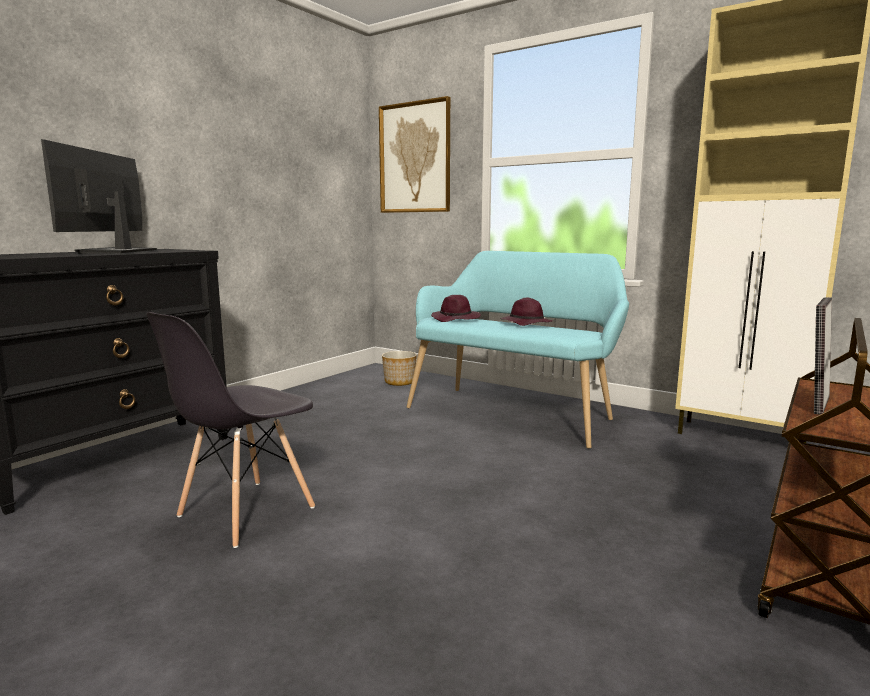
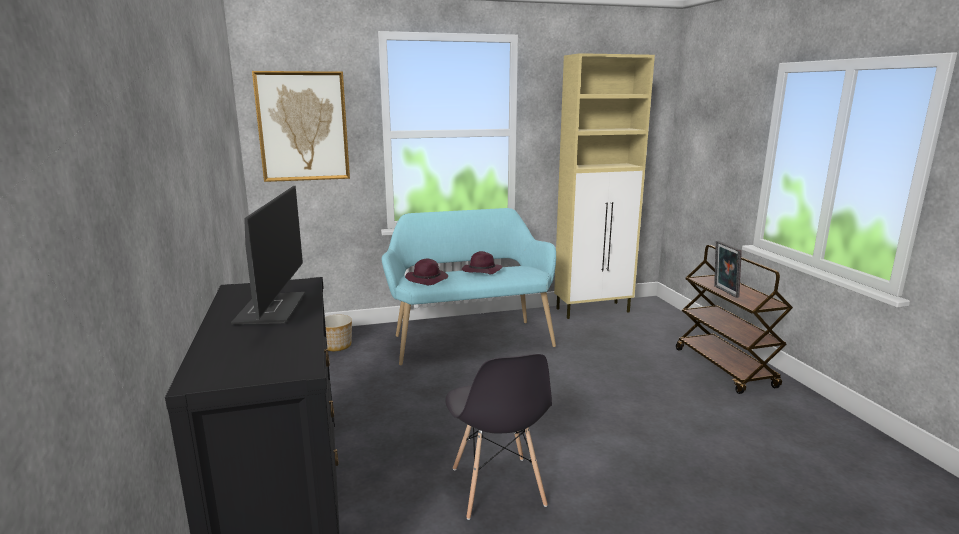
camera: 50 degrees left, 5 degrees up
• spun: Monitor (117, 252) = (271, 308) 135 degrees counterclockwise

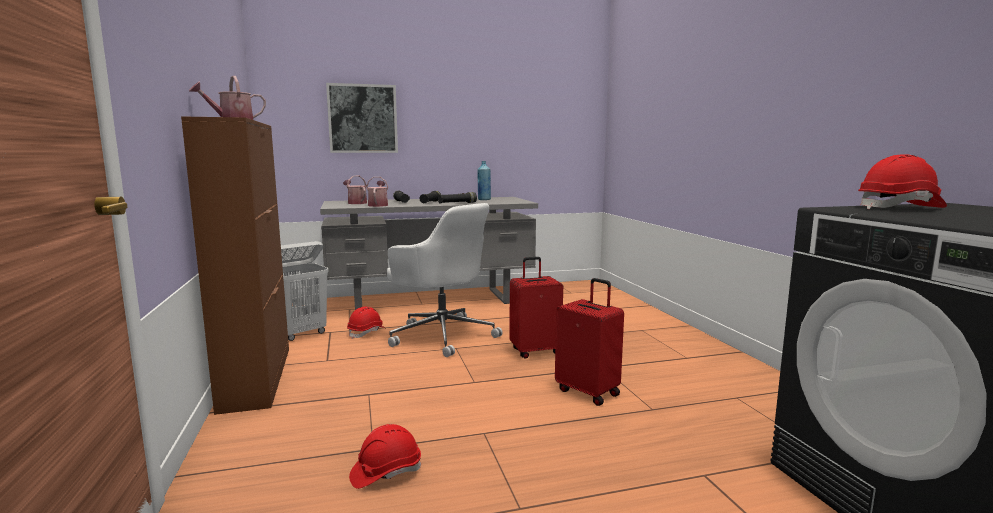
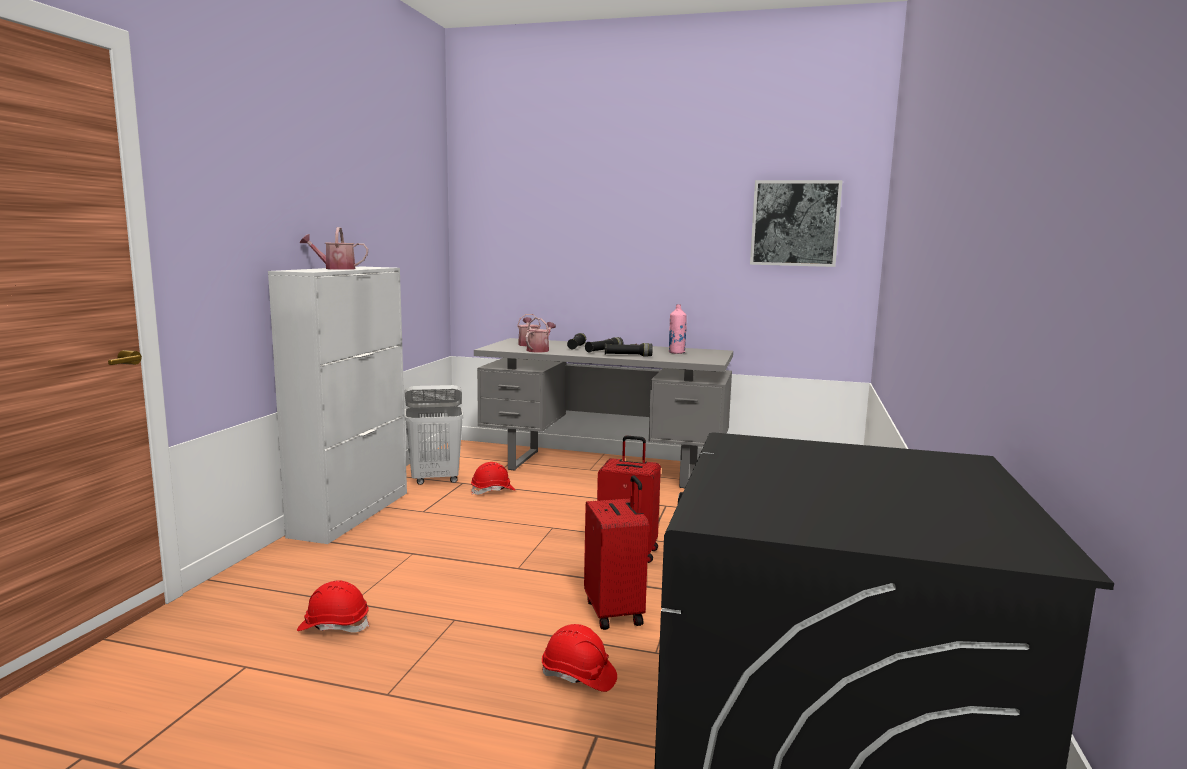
camera: 30 degrees right, 0 degrees up
• colour: Schrank/braun (257, 377) to Schrank/weiß (352, 513)
• relocated: Bild (362, 118) to (795, 223)
• missing: Bürostuhl/weiß (442, 335)
• colour: Flasche/blau (484, 200) to Flasche/rosa (676, 353)
• relocated: Schutzhelm/rot (899, 208) to (578, 676)

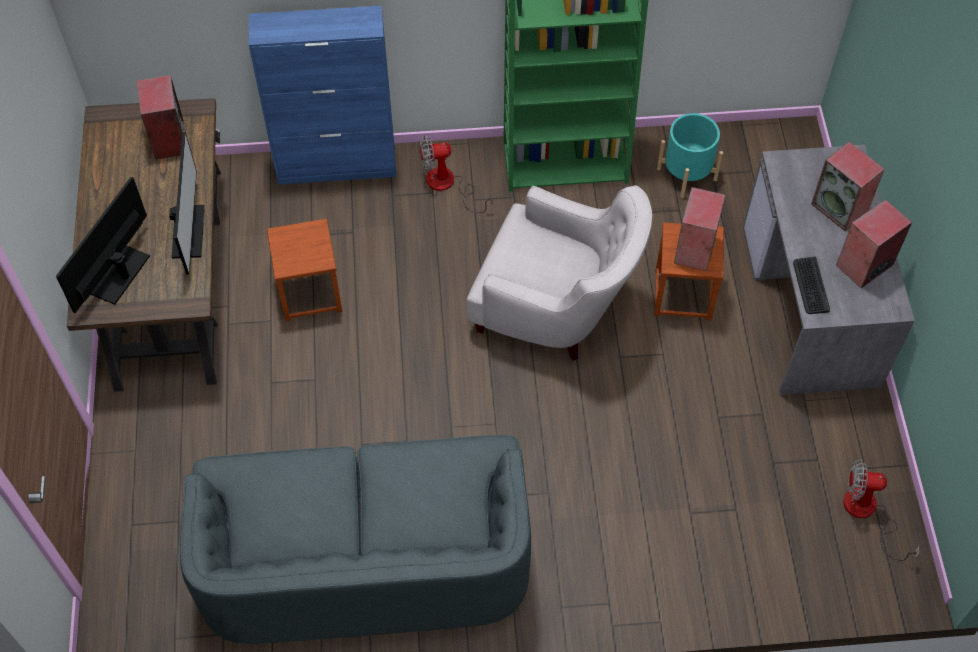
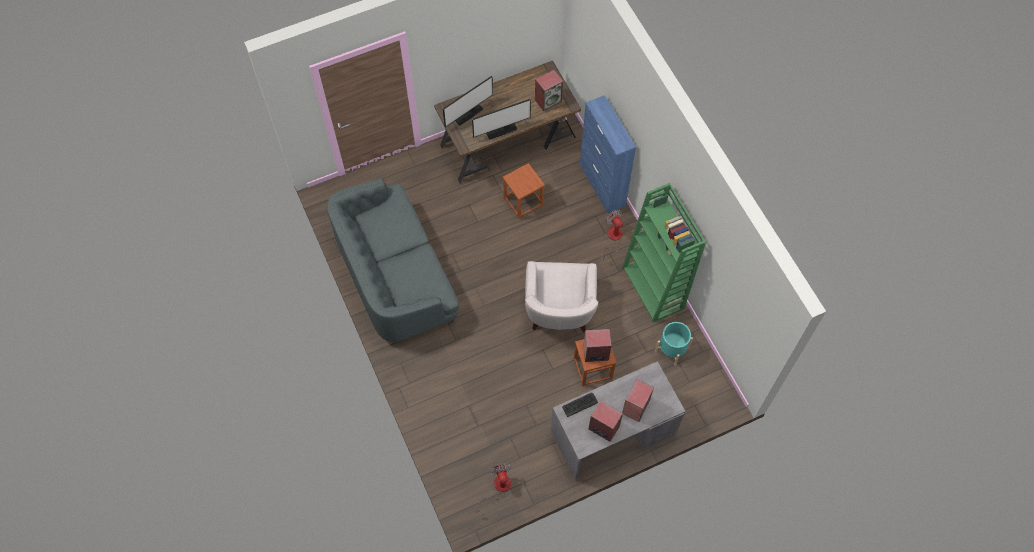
camera: 70 degrees right, 5 degrees up
• spun: Monitor (120, 275) = (467, 113) 135 degrees clockwise

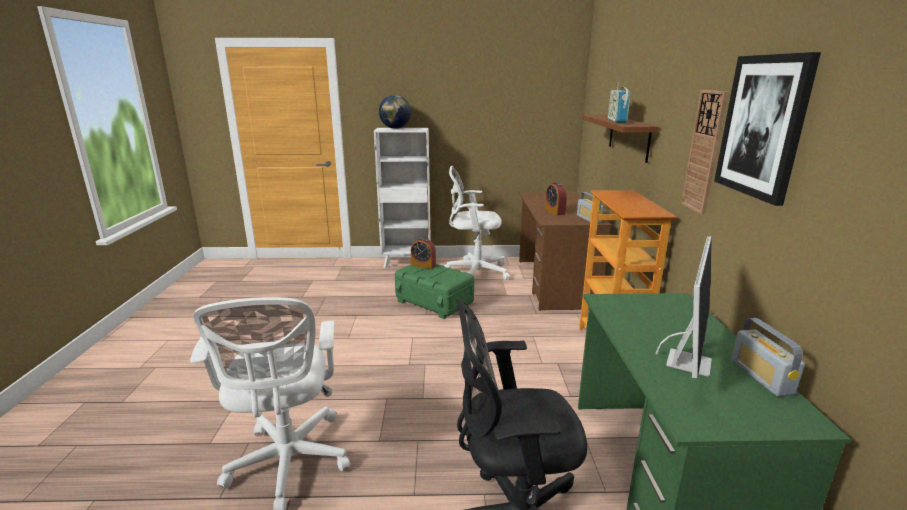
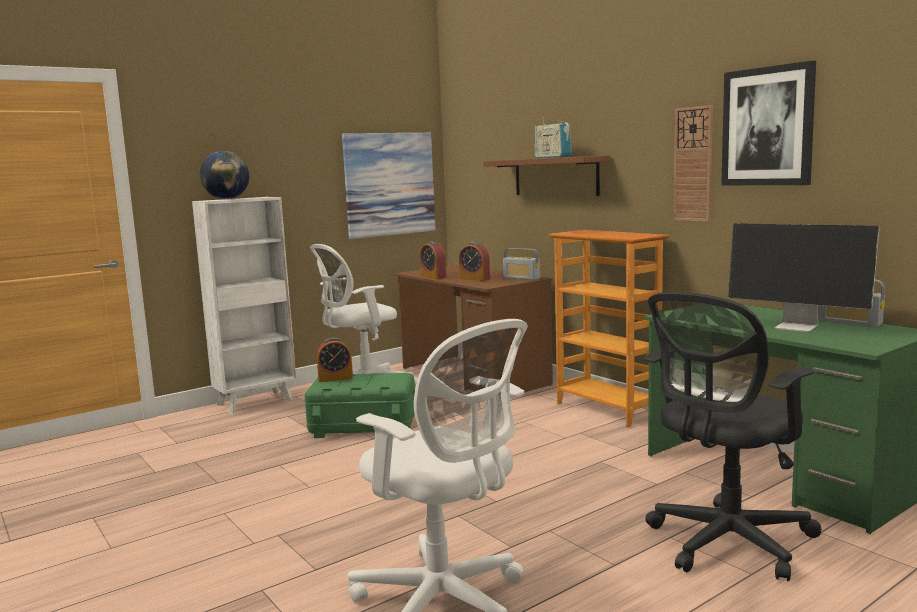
camera: 35 degrees left, 10 degrees down
• spun: Monitor (688, 361) = (798, 327) 135 degrees clockwise
• appeared: Bild (389, 184)
• appeared: Wecker (433, 277)

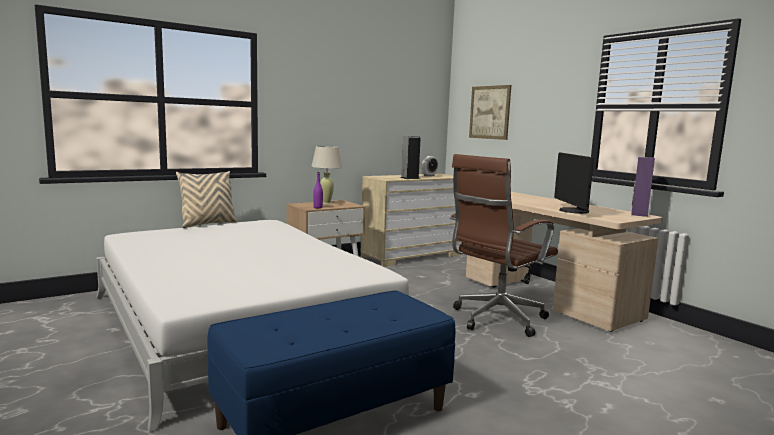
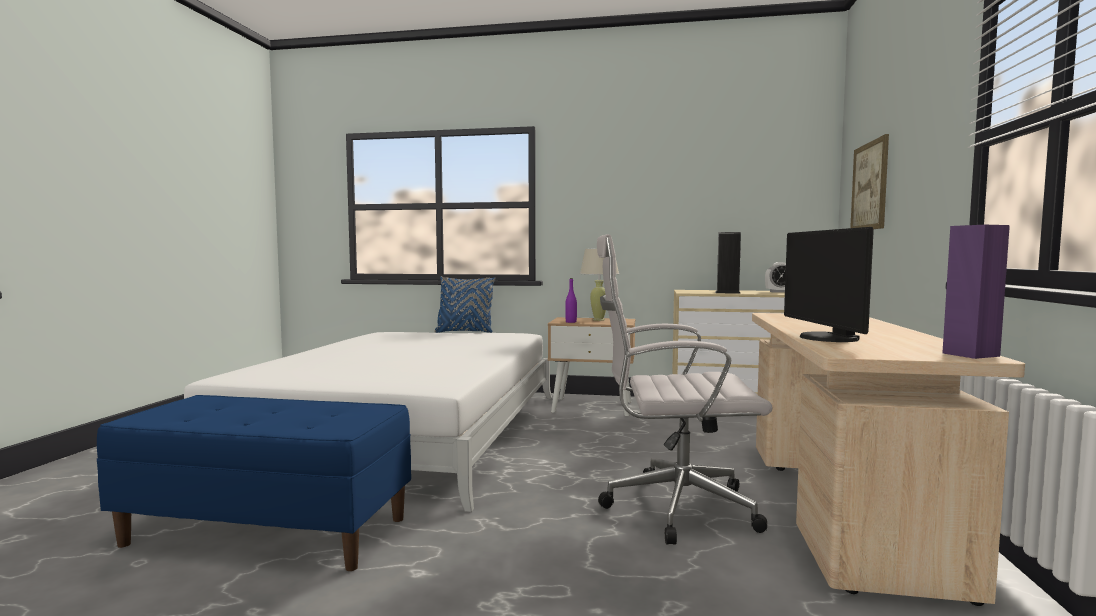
camera: 45 degrees right, 5 degrees down
• colour: Kissen/beige (208, 224) to Kissen/blau (465, 332)
• colour: Bürostuhl/braun (496, 320) to Bürostuhl/weiß (672, 508)
• spun: Monitor (572, 211) = (825, 338) 45 degrees counterclockwise

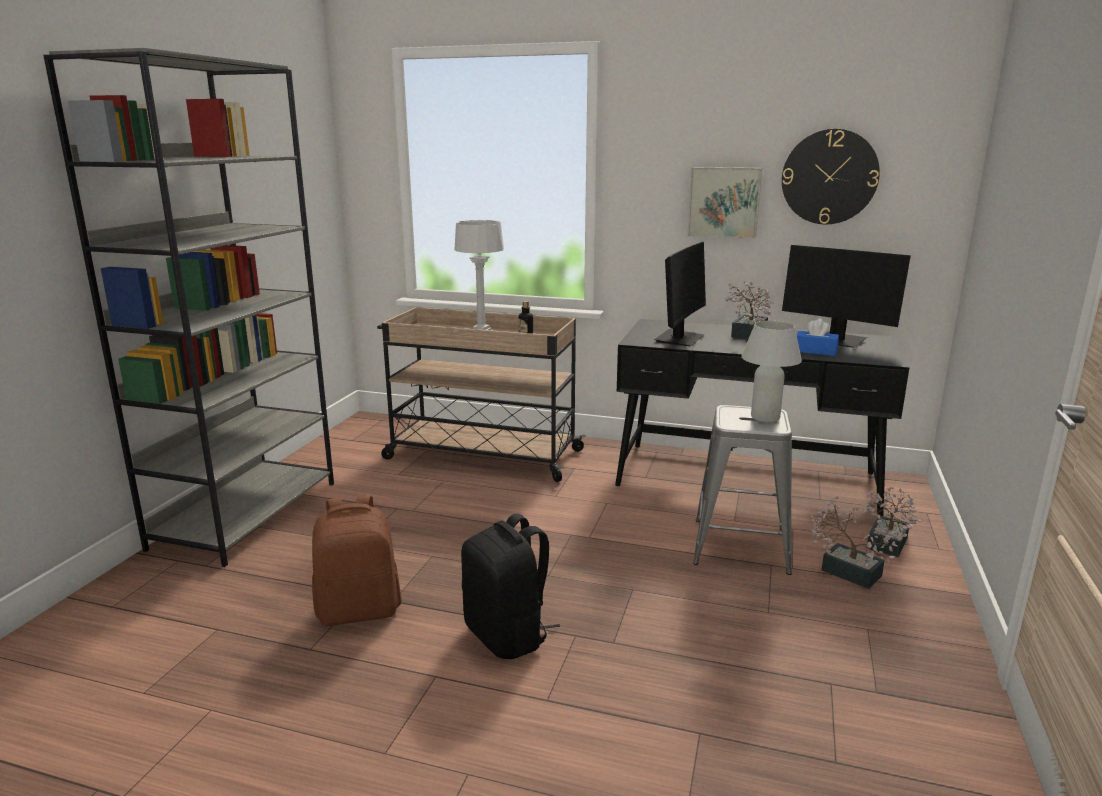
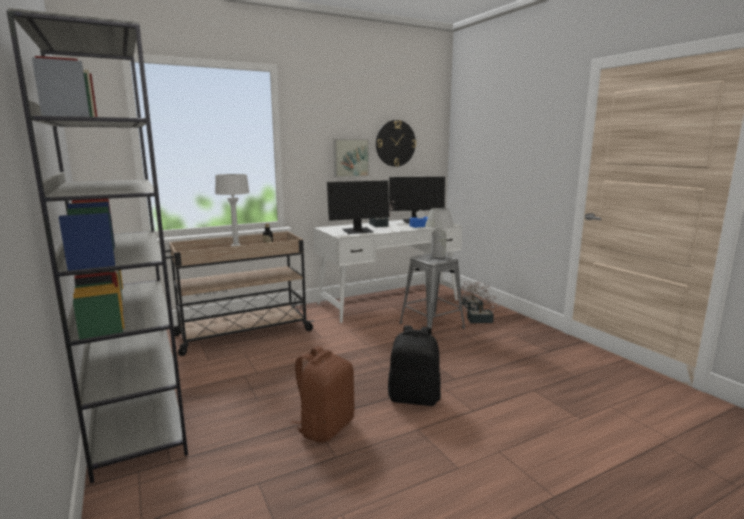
camera: 45 degrees left, 5 degrees down
• colour: Schreibtisch/schwarz (746, 479) to Schreibtisch/weiß (388, 301)
• spun: Monitor (679, 339) = (357, 231) 90 degrees clockwise

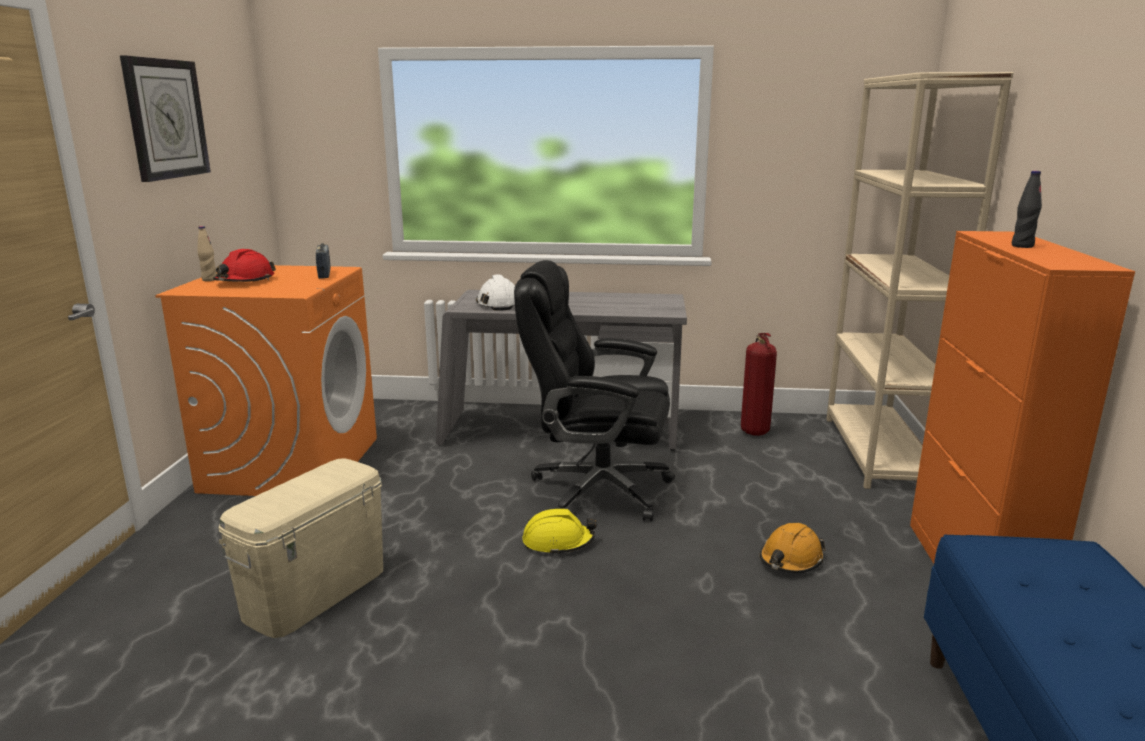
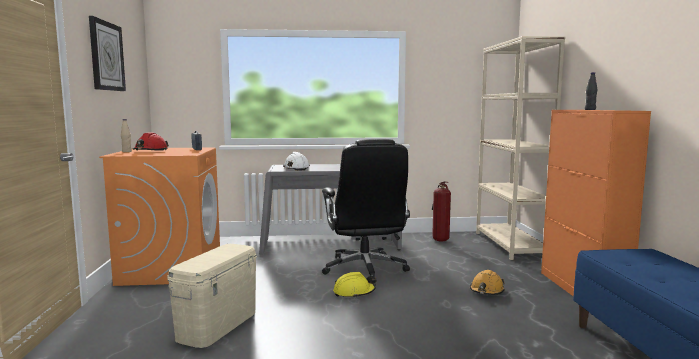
camera: 10 degrees left, 10 degrees down
• spun: Bürostuhl/schwarz (597, 490) = (365, 269) 105 degrees counterclockwise

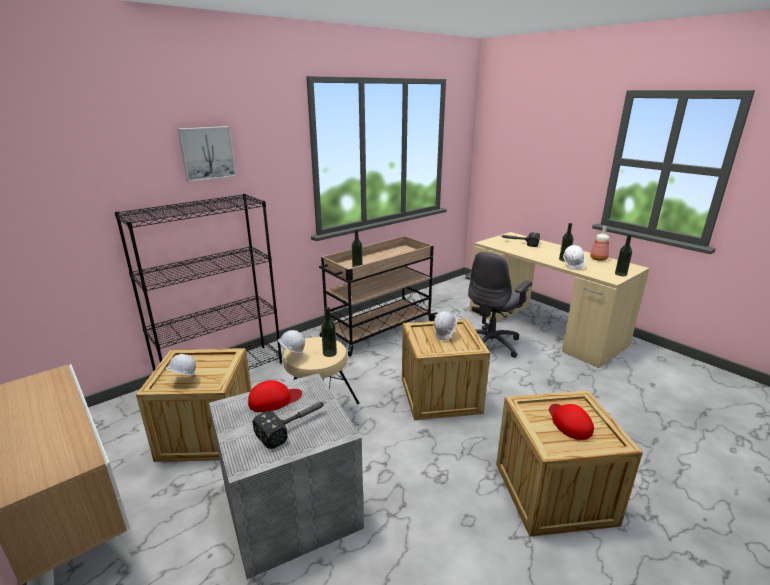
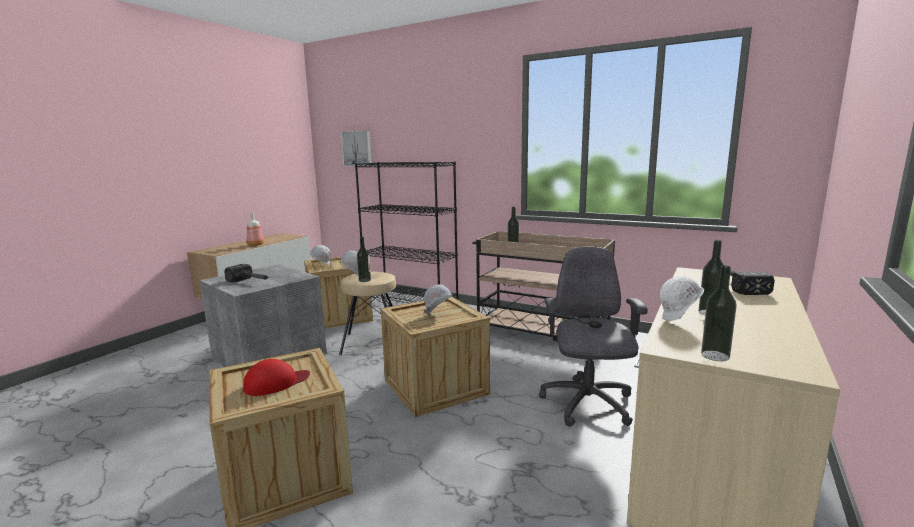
camera: 70 degrees right, 10 degrees down
• relocated: Bild (207, 153) to (357, 148)
• missing: Kappe/rot (274, 400)
• spun: Bürostuhl/grau (491, 344) = (587, 404) 75 degrees clockwise
• relocated: Flasche (599, 259) to (255, 245)

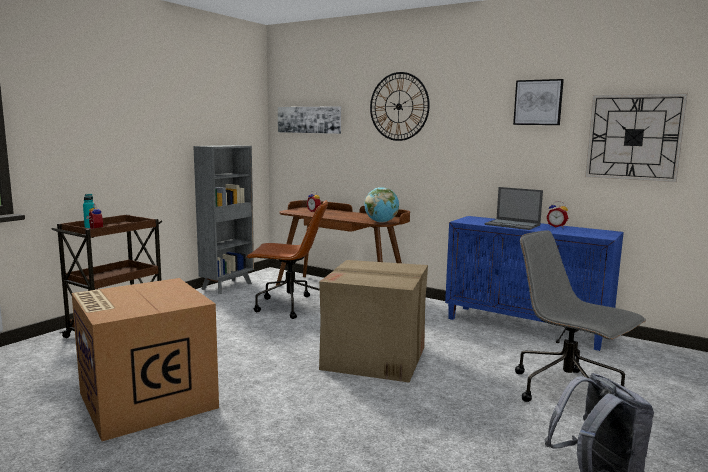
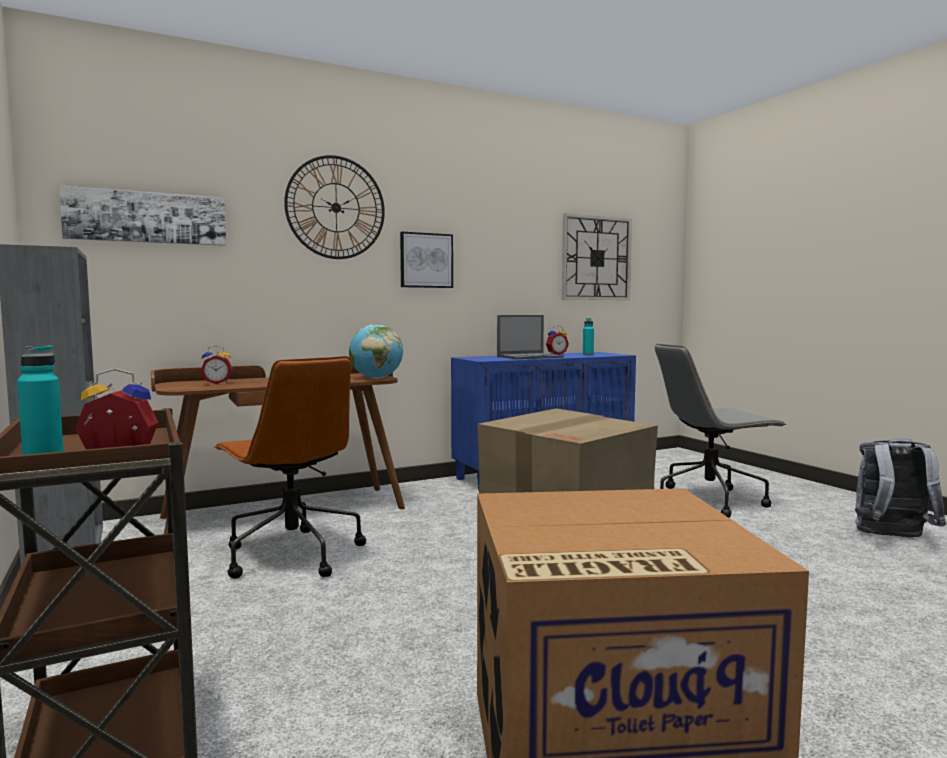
camera: 60 degrees left, 5 degrees down
• spun: Bürostuhl/braun (289, 306) = (291, 554) 105 degrees clockwise
• relocated: Bild (538, 102) to (426, 260)
• appeared: Flasche/türkis (588, 354)

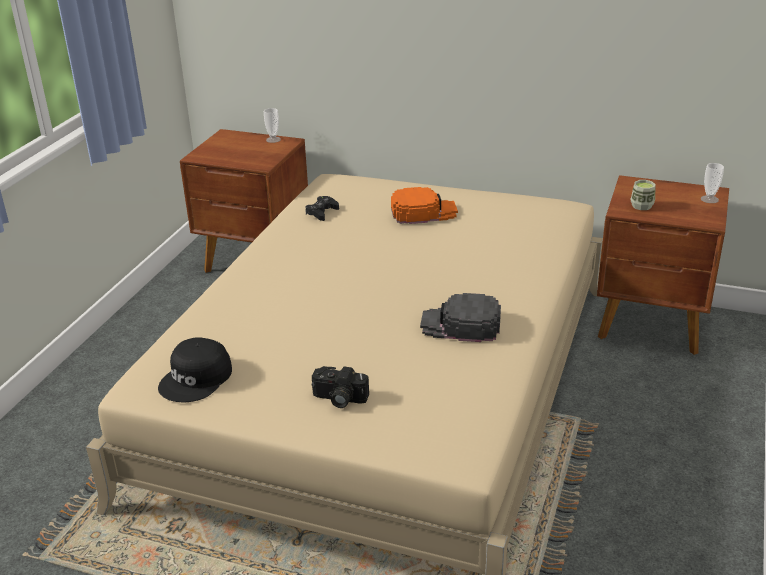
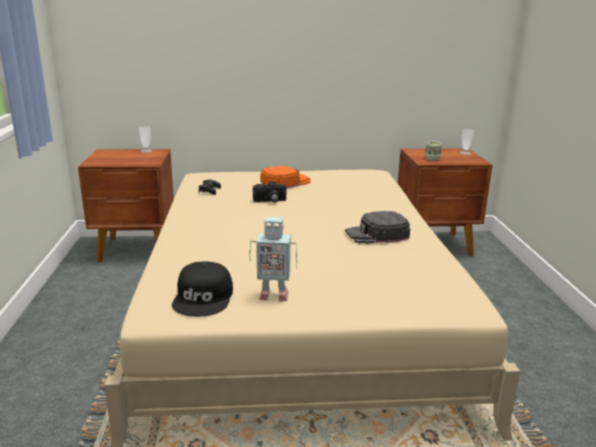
camera: 25 degrees left, 10 degrees down
• relocated: Kamera (338, 399) to (269, 201)
• appeared: Spielzeugroboter (273, 295)

